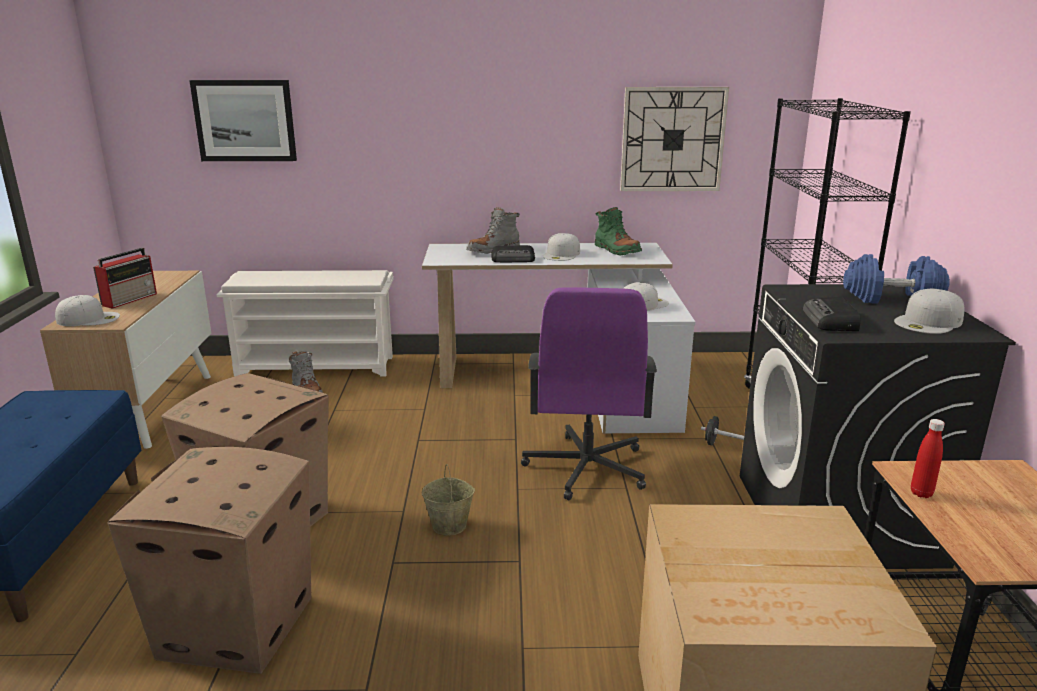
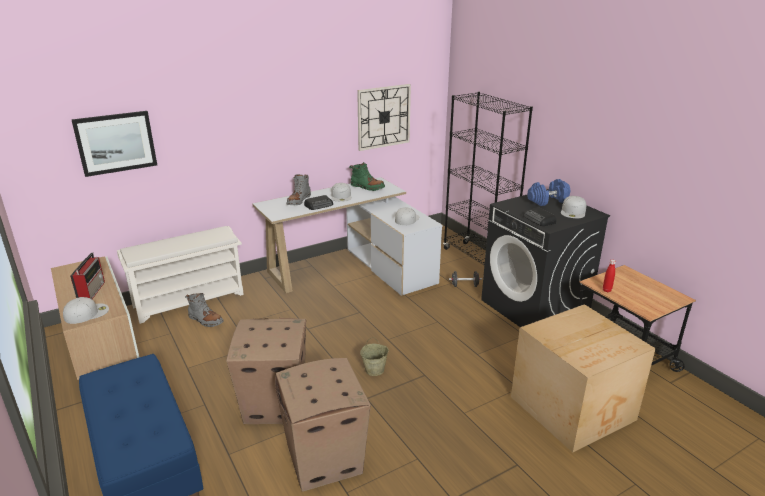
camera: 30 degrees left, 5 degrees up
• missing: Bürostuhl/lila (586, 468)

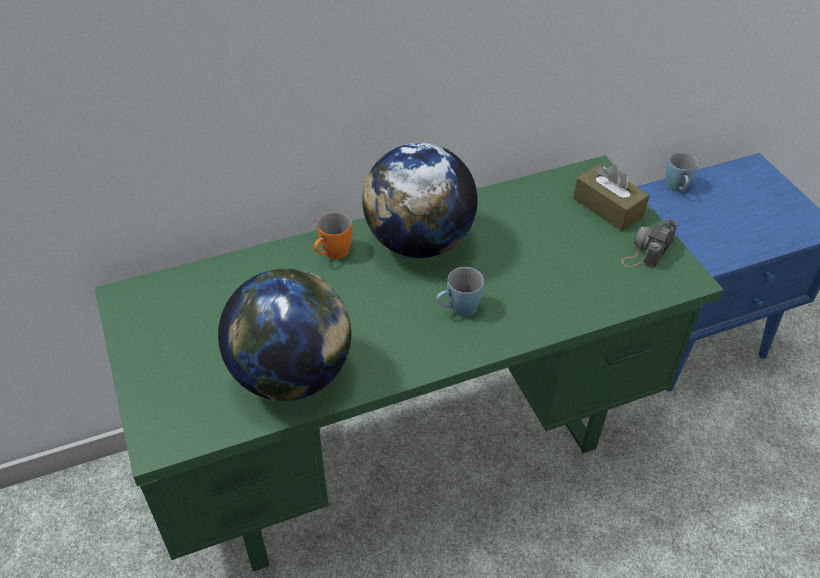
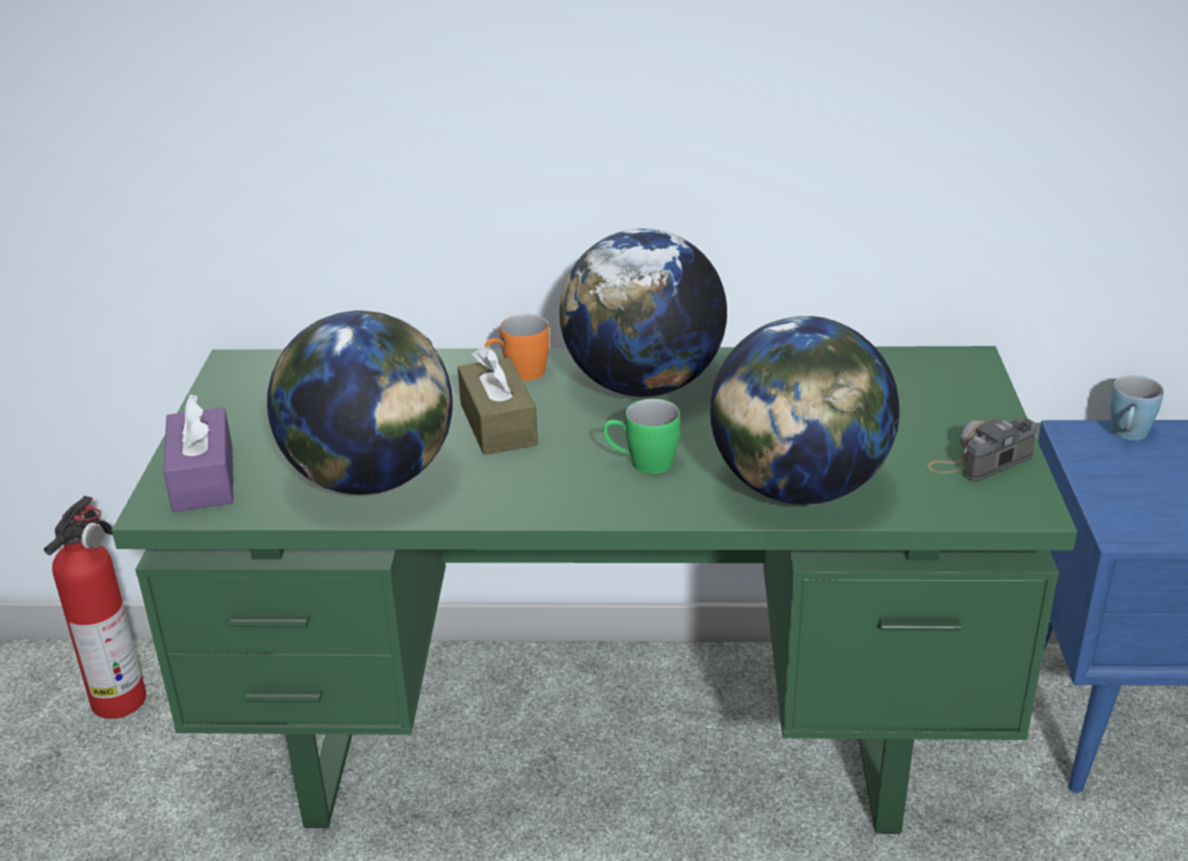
camera: 25 degrees right, 15 degrees down
• colour: Henkelbecher/blau (457, 309) to Henkelbecher/grün (641, 464)
• relocated: Taschentuchbox/braun (608, 207) to (498, 424)
• appeared: Feuerlöscher (121, 697)
• appeared: Taschentuchbox/lila (203, 478)
• appeared: Globus (798, 489)

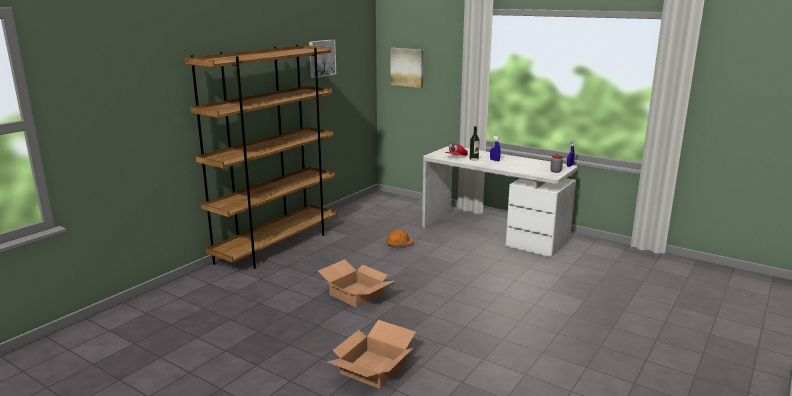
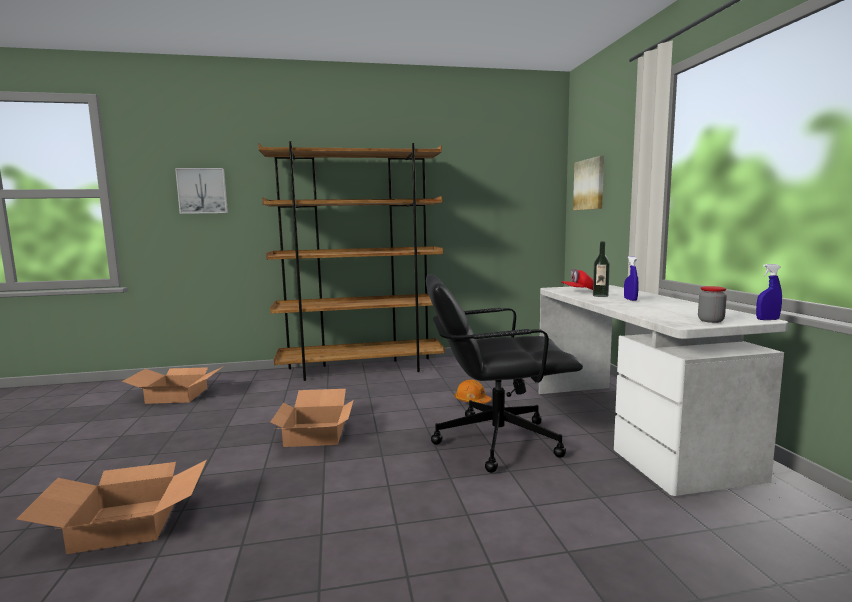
camera: 45 degrees right, 10 degrees down
• relocated: Bild (321, 58) to (202, 191)
• appeared: Karton (178, 395)
• appeared: Bürostuhl/schwarz (495, 440)

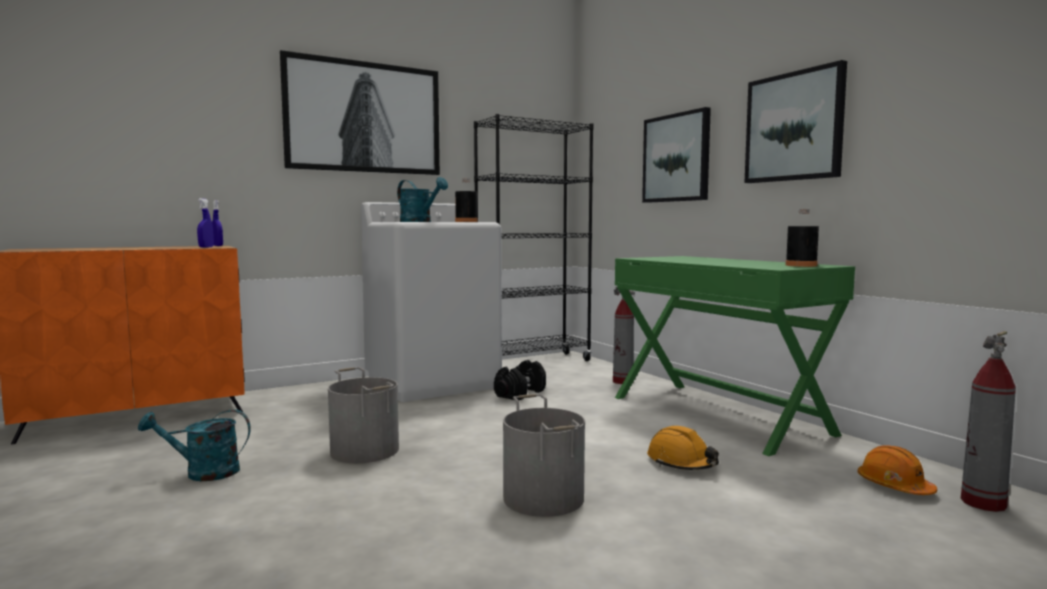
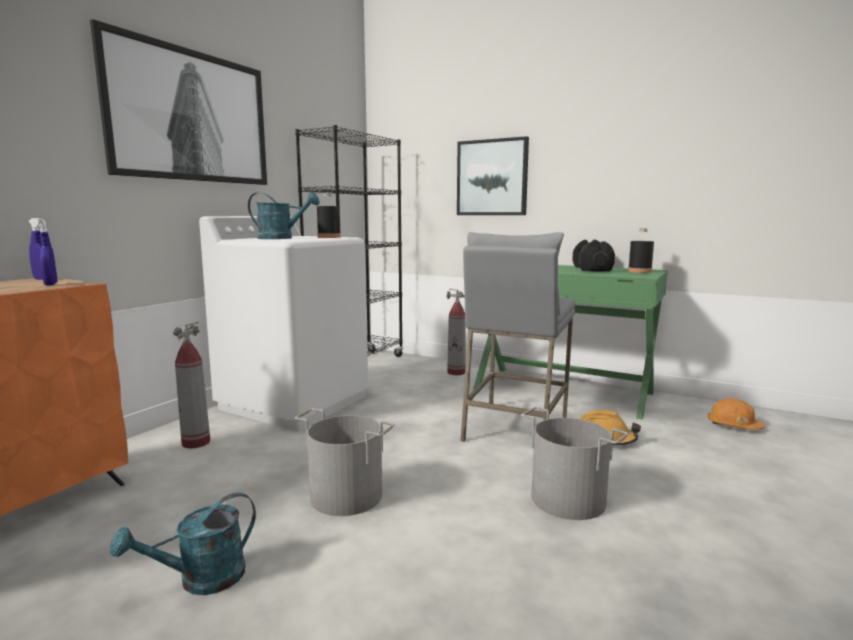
camera: 30 degrees left, 5 degrees up
• relocated: Hantel/schwarz (520, 393) to (591, 269)
• missing: Bild (794, 127)
• relocated: Feuerlöscher (983, 503) to (196, 443)
• appeared: Hocker/grau (515, 428)

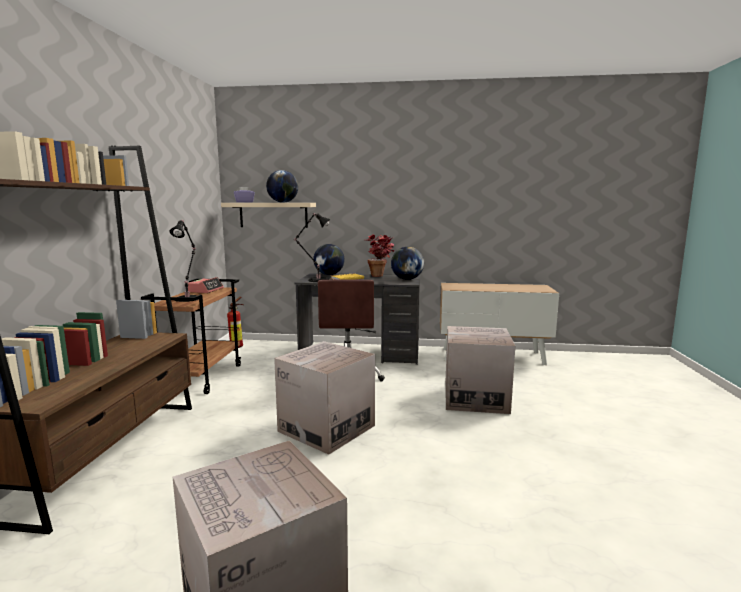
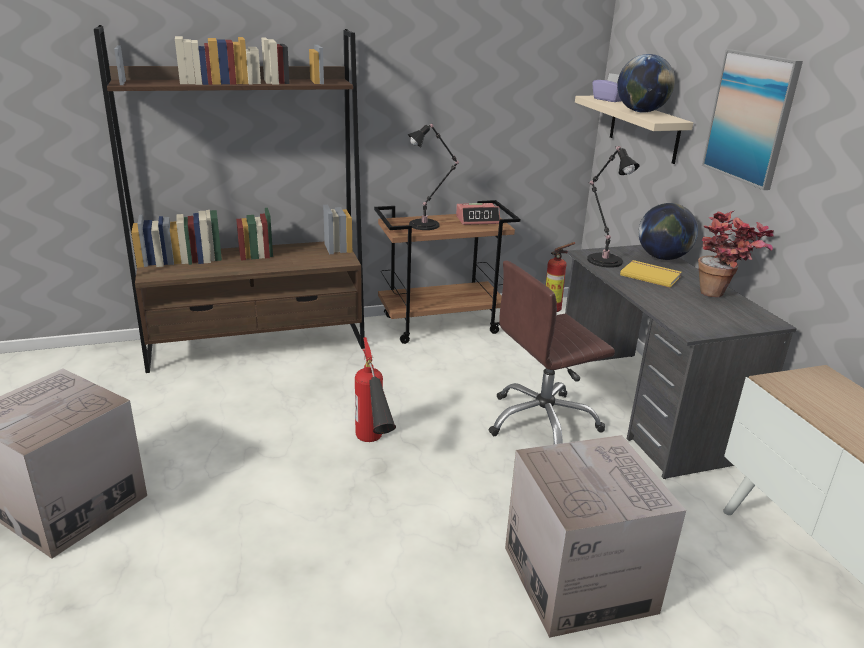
camera: 65 degrees right, 15 degrees up
• exchanged: Karton (326, 428) to Feuerlöscher (374, 449)
• missing: Globus (407, 279)
• appeared: Bild (750, 118)

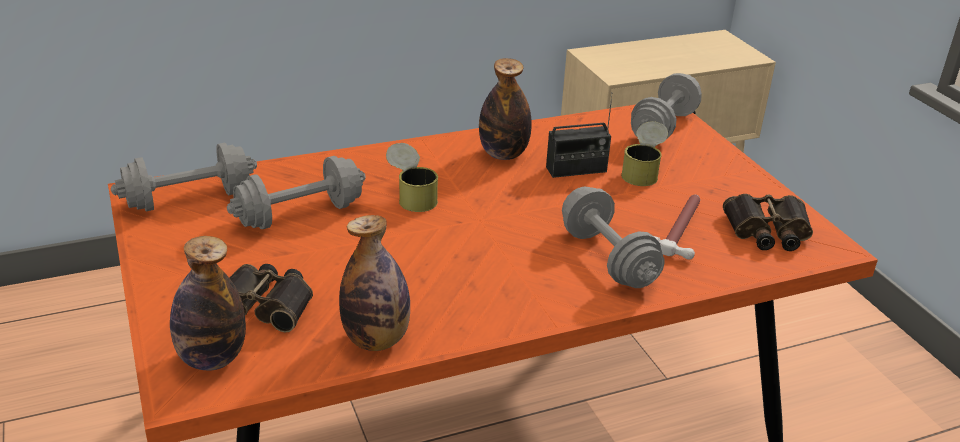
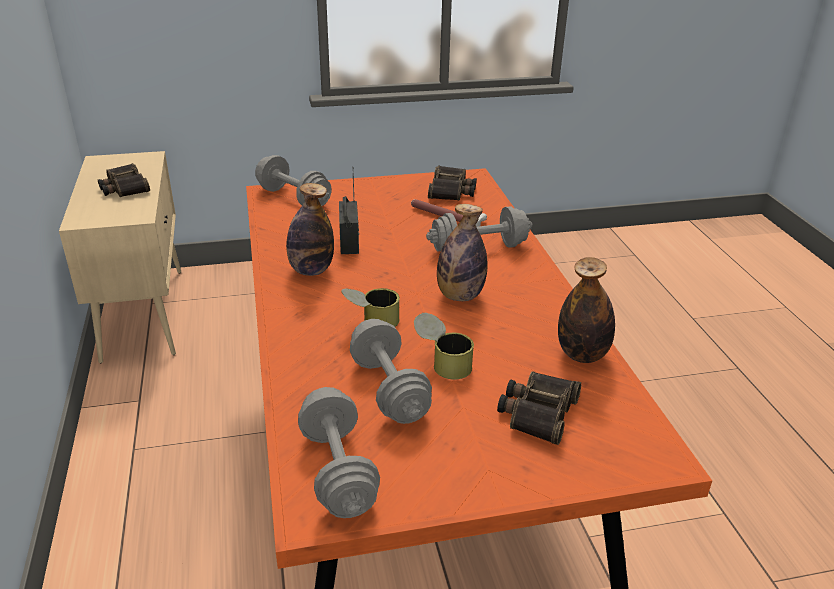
camera: 80 degrees left, 0 degrees up
• relocated: Flasche (212, 359) to (460, 296)
• relocated: Dose (643, 172) to (442, 363)
• appeared: Fernglas (124, 188)

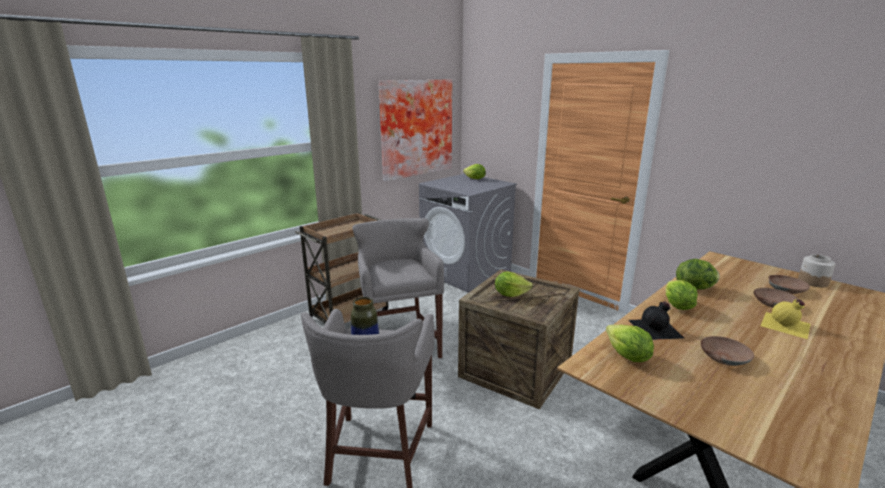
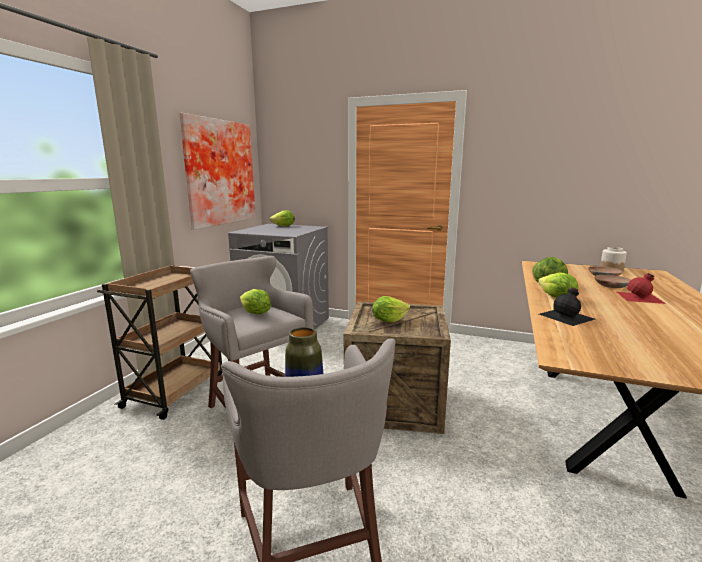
camera: 25 degrees left, 5 degrees down
• relocated: Salatkopf (627, 356) to (255, 313)
• missing: Schüssel/braun (723, 357)
• colour: Flasche/gelb (786, 325) to Flasche/rot (640, 297)

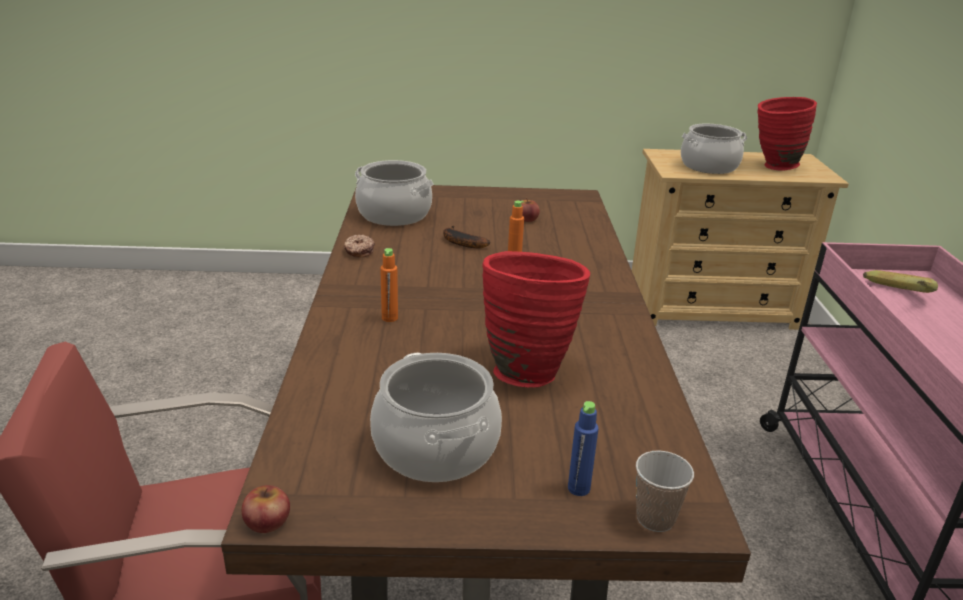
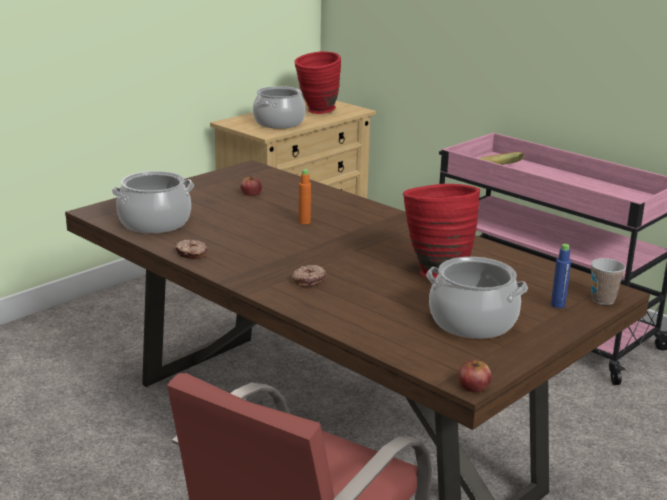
camera: 45 degrees left, 5 degrees down
• exchanged: Flasche/orange (389, 318) to Donut (308, 280)
• missing: Banane (460, 242)

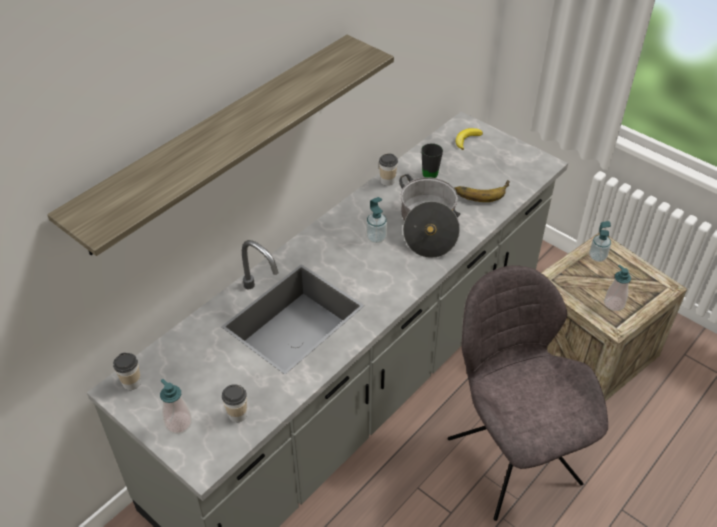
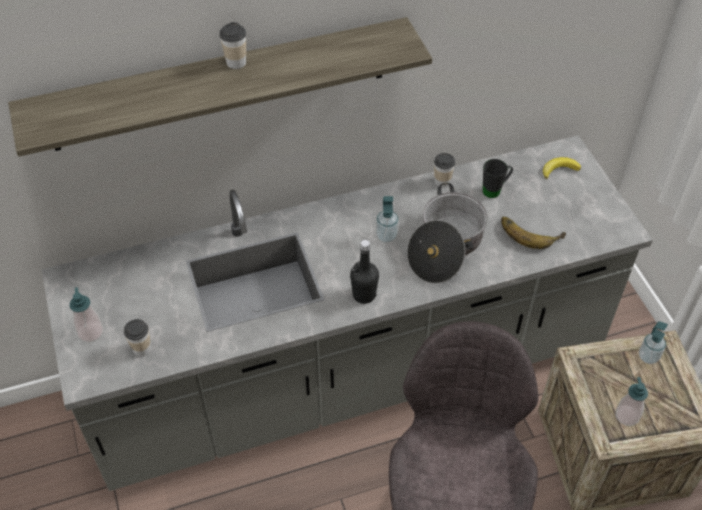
camera: 30 degrees right, 5 degrees up
• relocated: Tasse (131, 383) to (236, 62)
• appeared: Flasche/schwarz (364, 295)

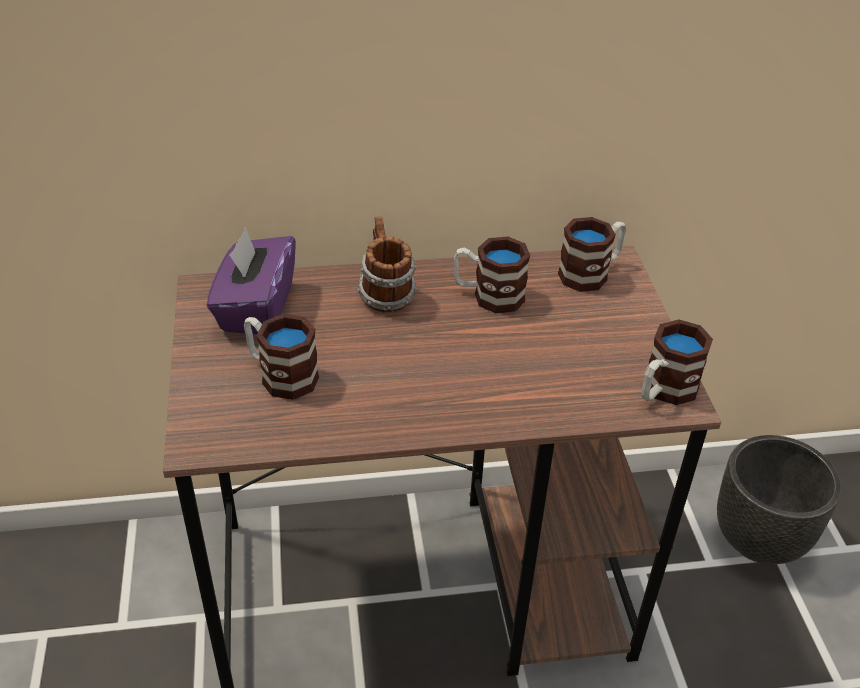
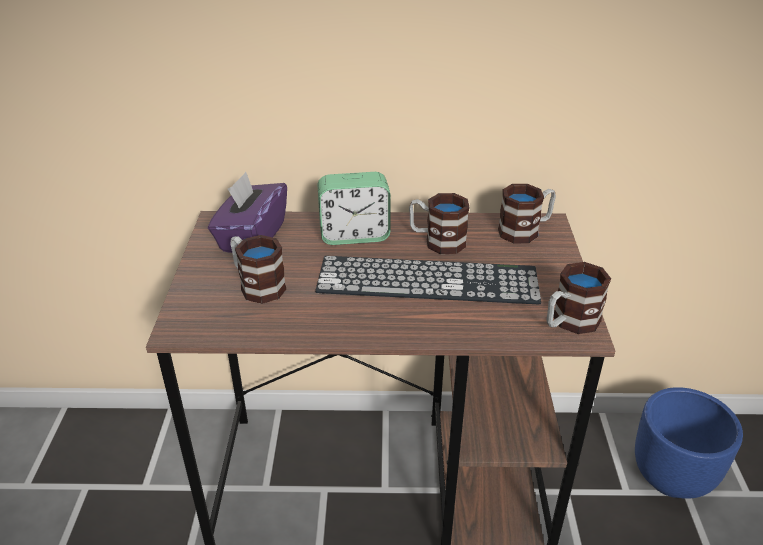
camera: 10 degrees right, 5 degrees down
• exchanged: Henkelbecher (385, 295) to Wecker (354, 235)
• colour: Pflanzkübel/schwarz (760, 541) to Pflanzkübel/blau (672, 479)
• appeared: Tastatur (428, 280)

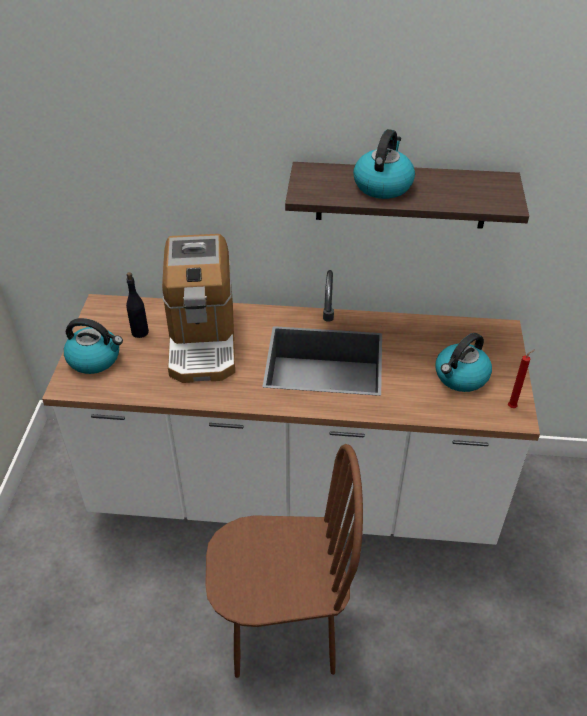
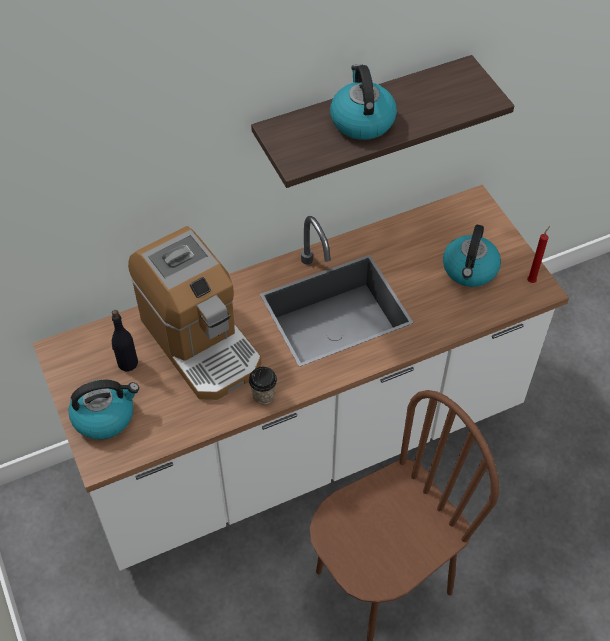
camera: 30 degrees left, 10 degrees up
• appeared: Tasse (263, 395)

